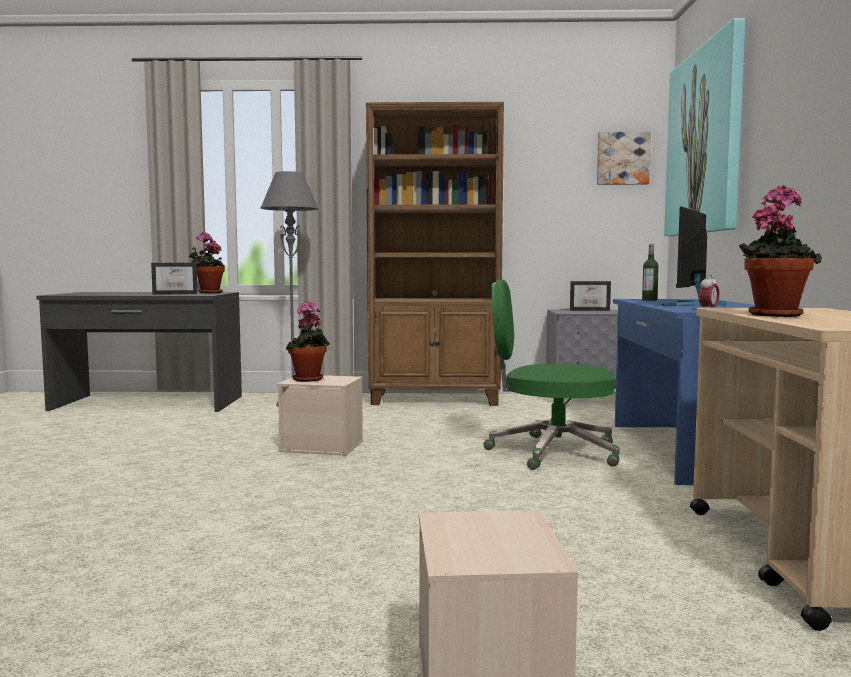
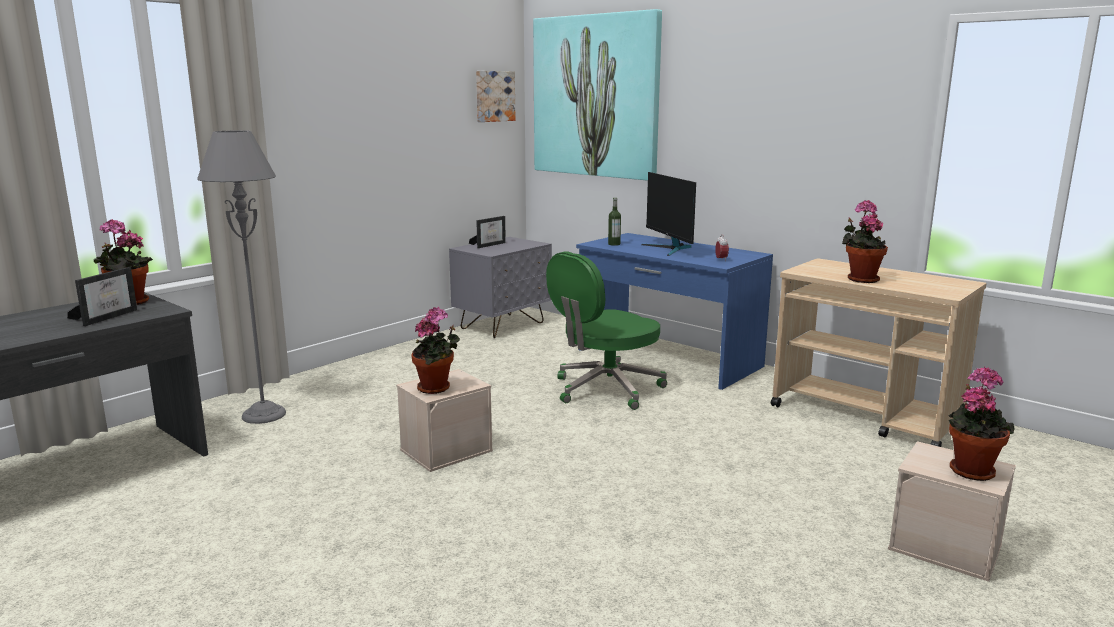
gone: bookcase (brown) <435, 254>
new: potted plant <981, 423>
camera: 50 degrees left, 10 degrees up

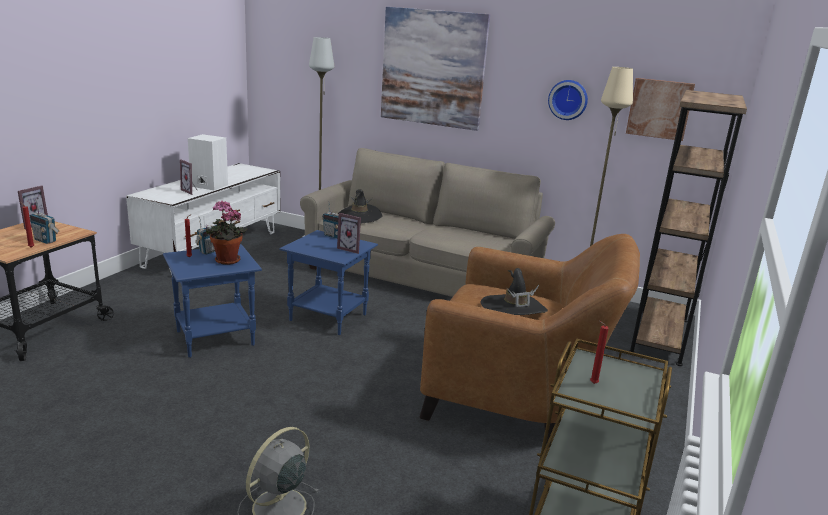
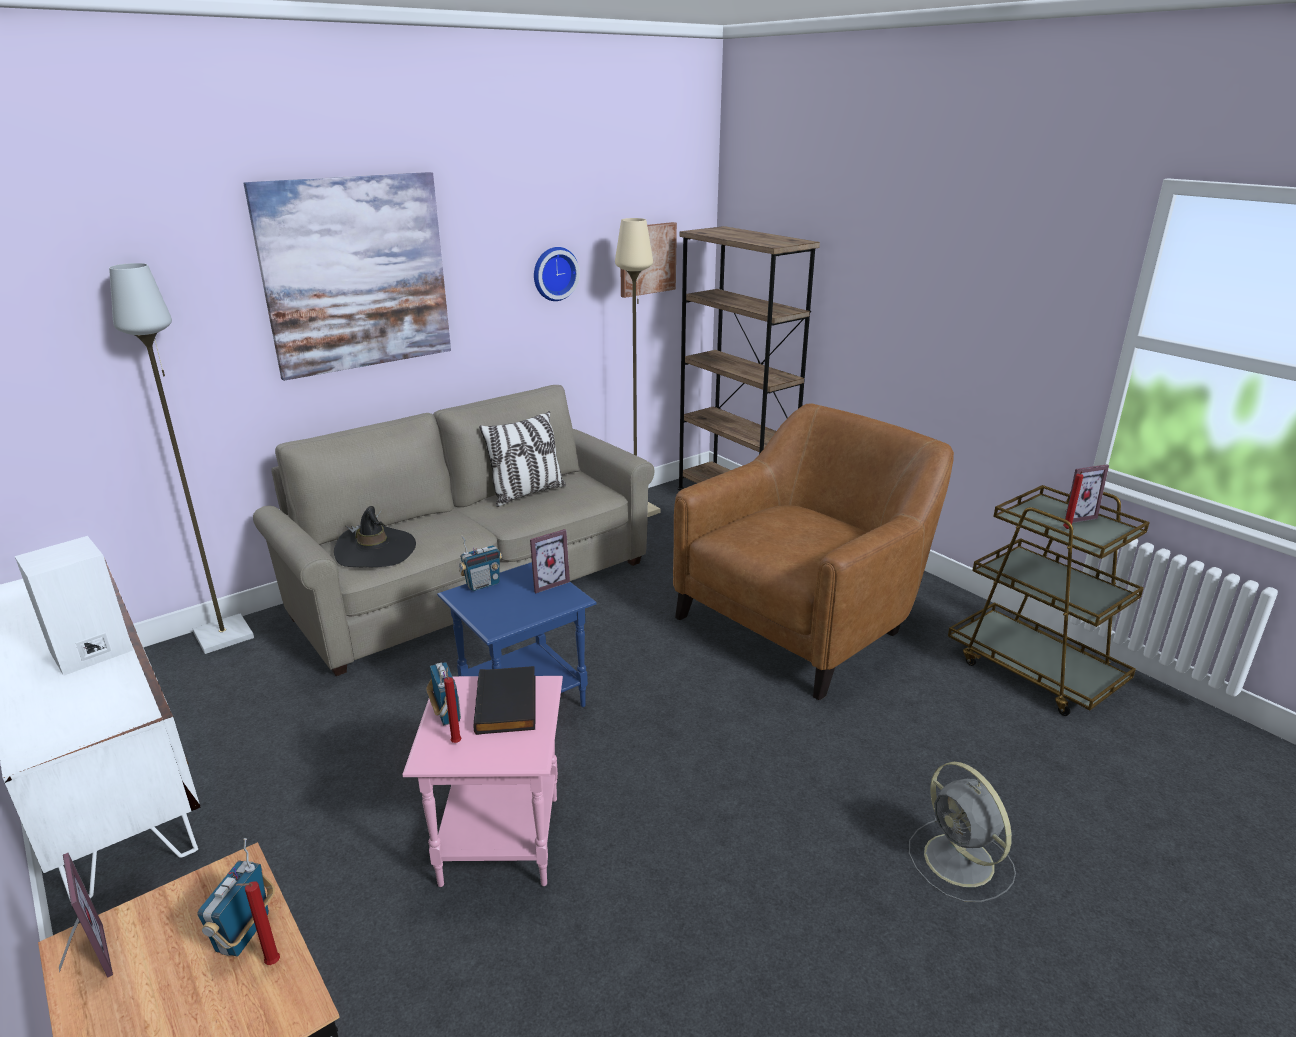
gone: hat (black) <514, 291>
new: pillow <522, 459>
shifted: picture frame <188, 177> to <1087, 494>
swapped: potted plant <226, 233> to book (black) <504, 700>
repainted: side table (blue) <212, 301> to side table (pink) <482, 781>
rotated: radio <44, 221> = <236, 897> 135 degrees clockwise
camera: 60 degrees left, 5 degrees up

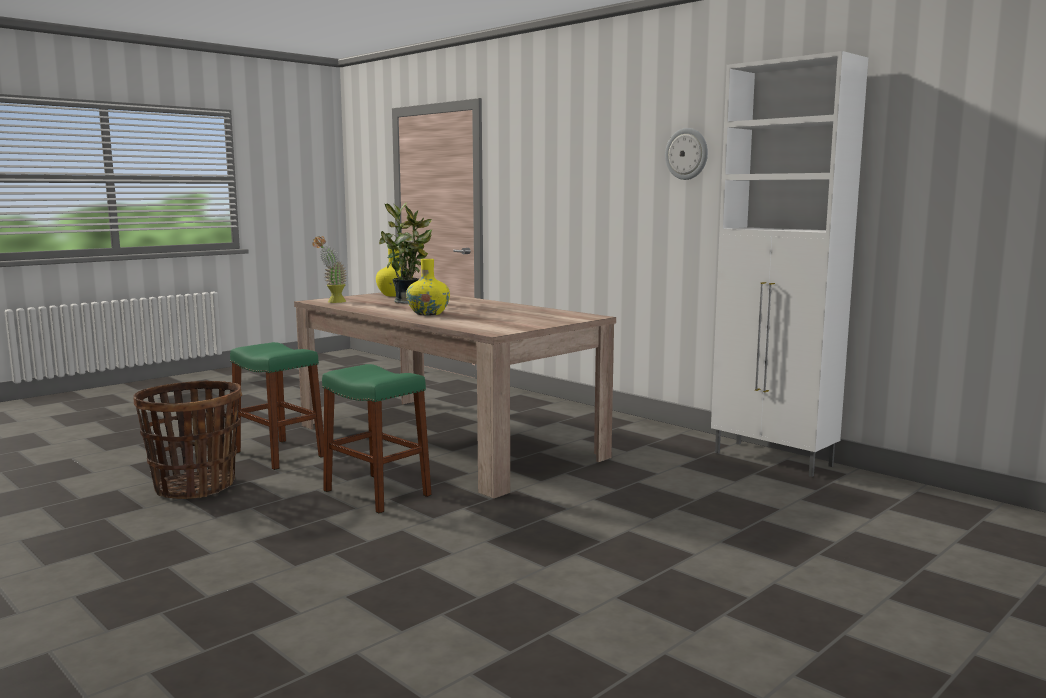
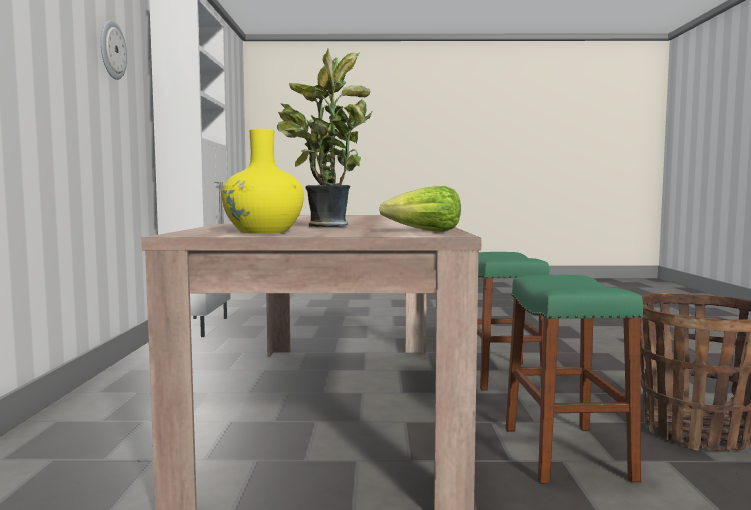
gone: vase (yellow) <428, 287>
swapped: potted plant <329, 269> to lettuce <420, 209>
camera: 135 degrees left, 5 degrees down

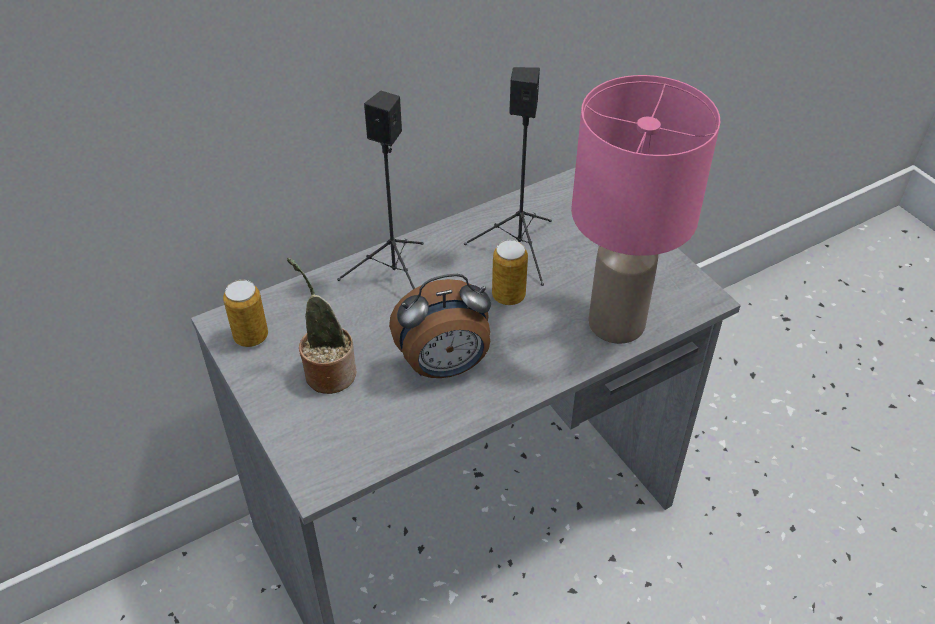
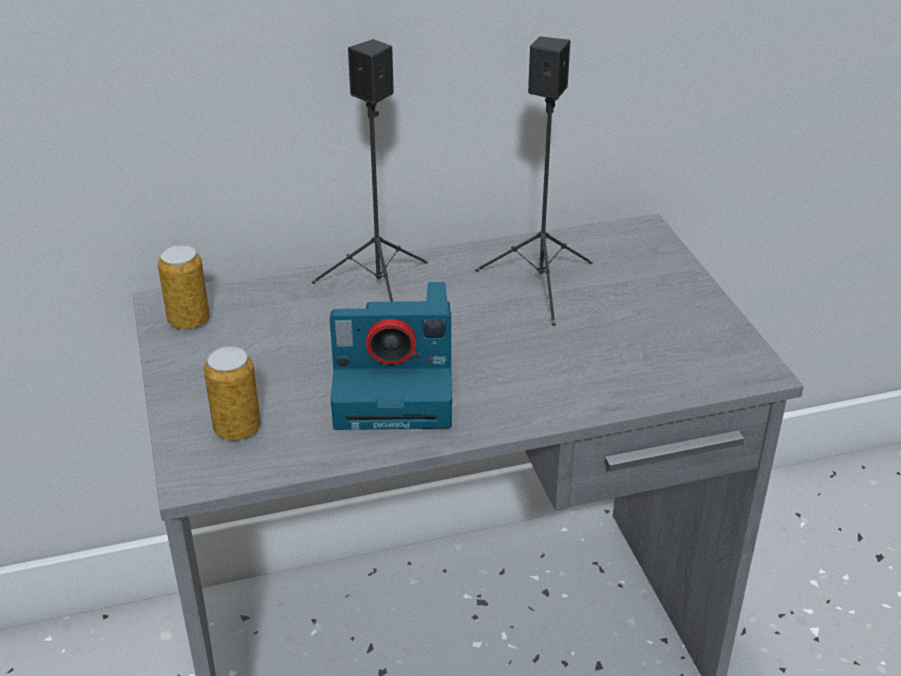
gone: table lamp (pink) <645, 209>; potted plant <322, 326>
shifted: can <510, 272> to <232, 393>
swapped: alarm clock <440, 326> to photo camera <391, 356>
camera: 15 degrees right, 10 degrees down

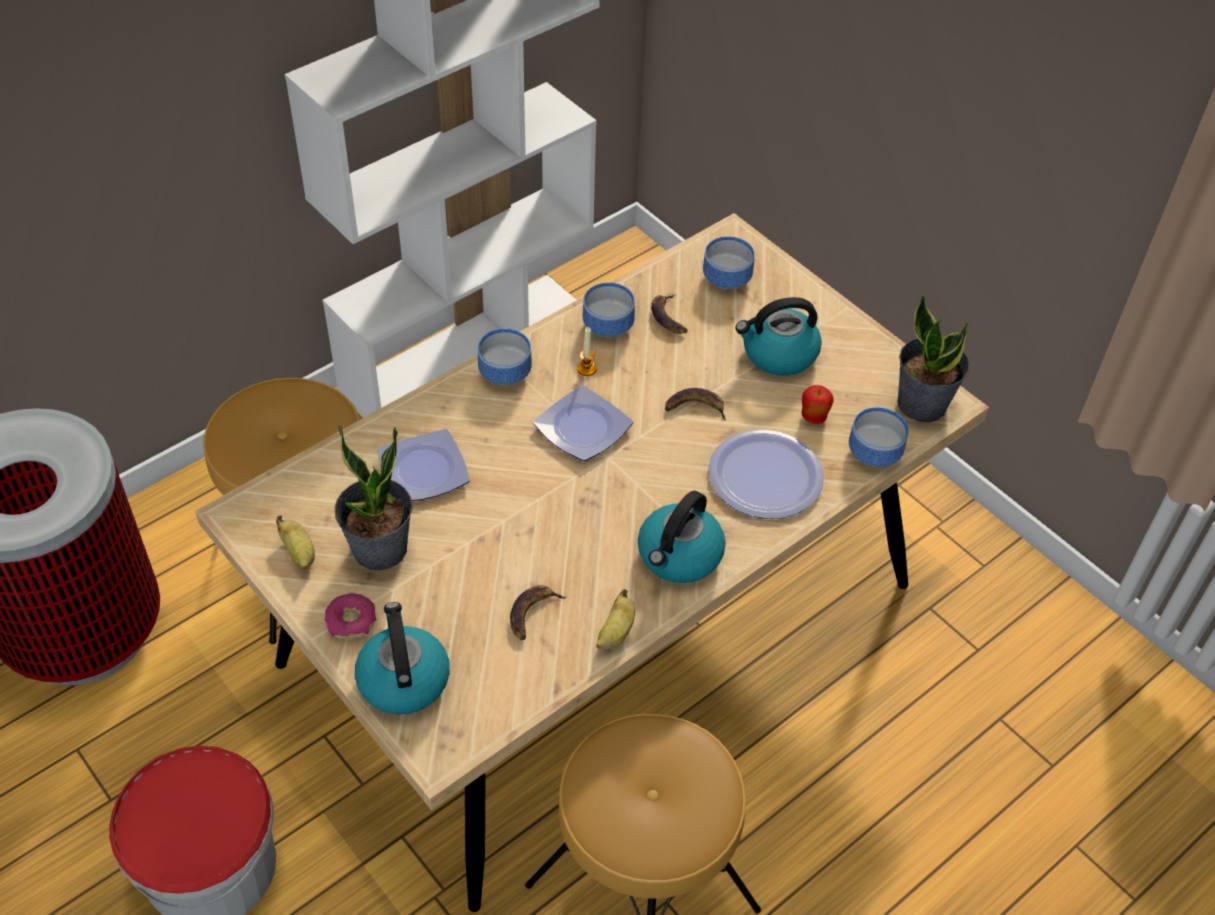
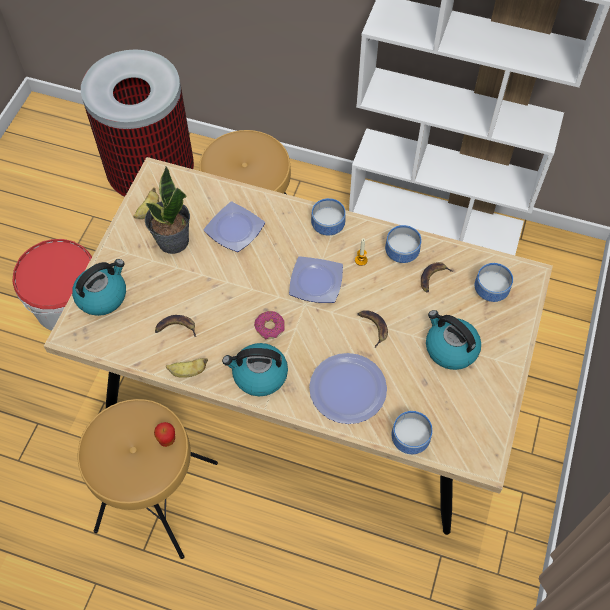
gone: potted plant <933, 358>
shifted: apple <818, 404> to <164, 434>; donut <351, 616> to <269, 325>
camera: 60 degrees right, 10 degrees up

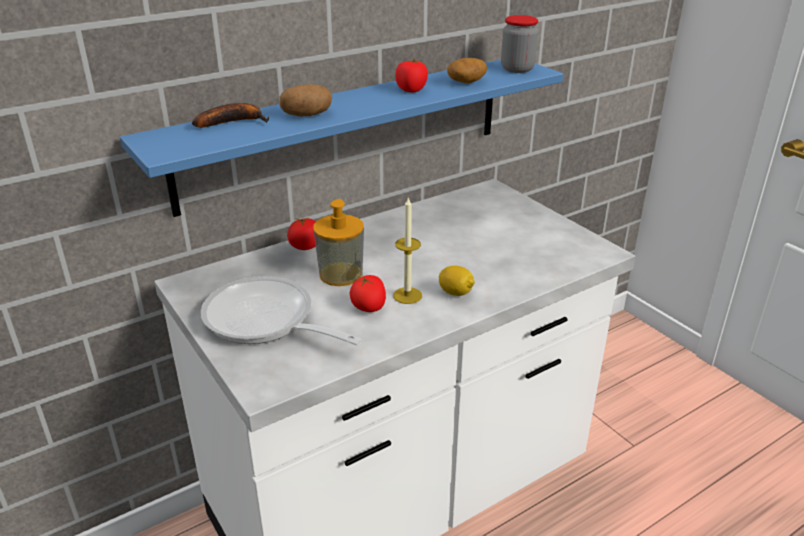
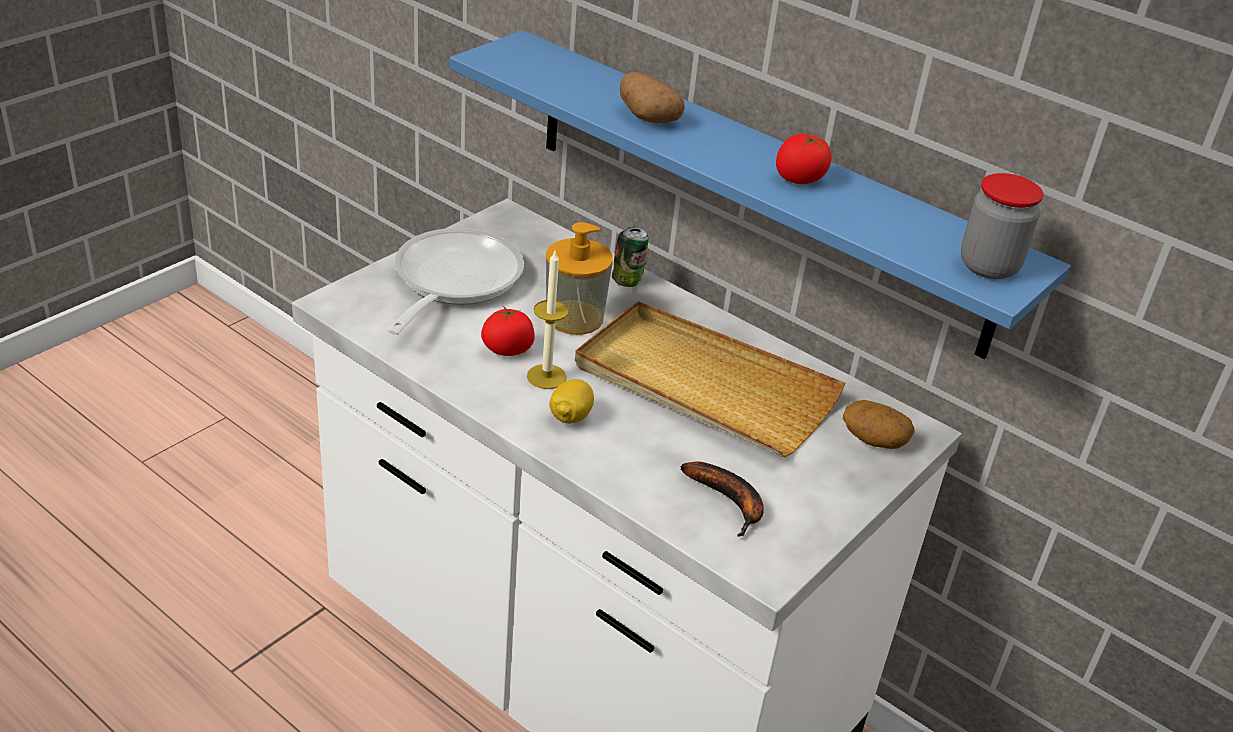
new: tray (beige) <710, 379>
shifted: potato <467, 70> to <878, 424>; banana <230, 115> to <722, 499>
swapped: tomato <301, 234> to can <630, 257>
camera: 70 degrees right, 5 degrees up

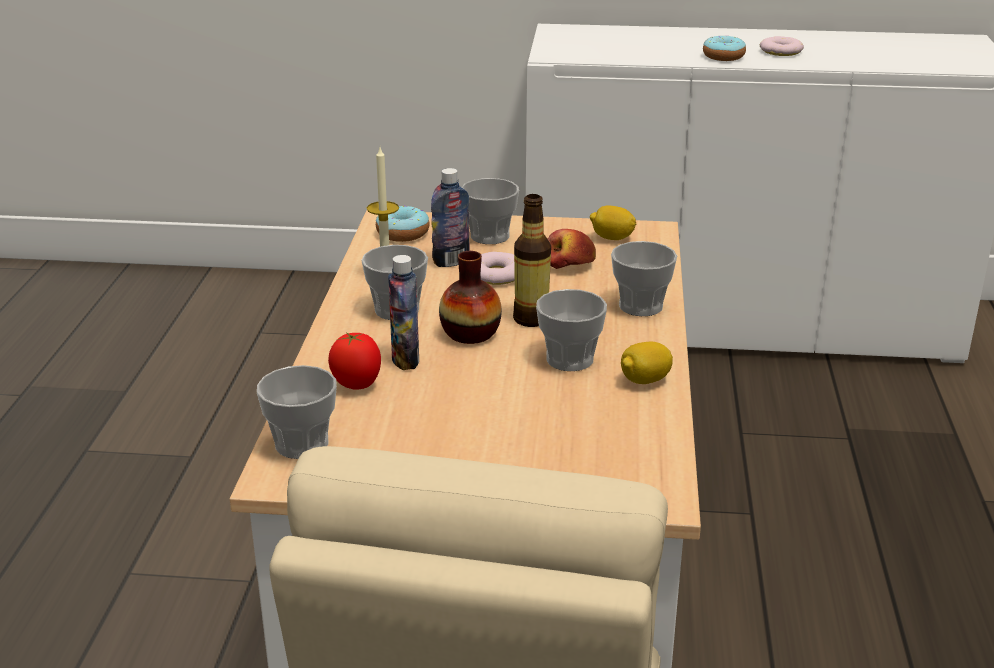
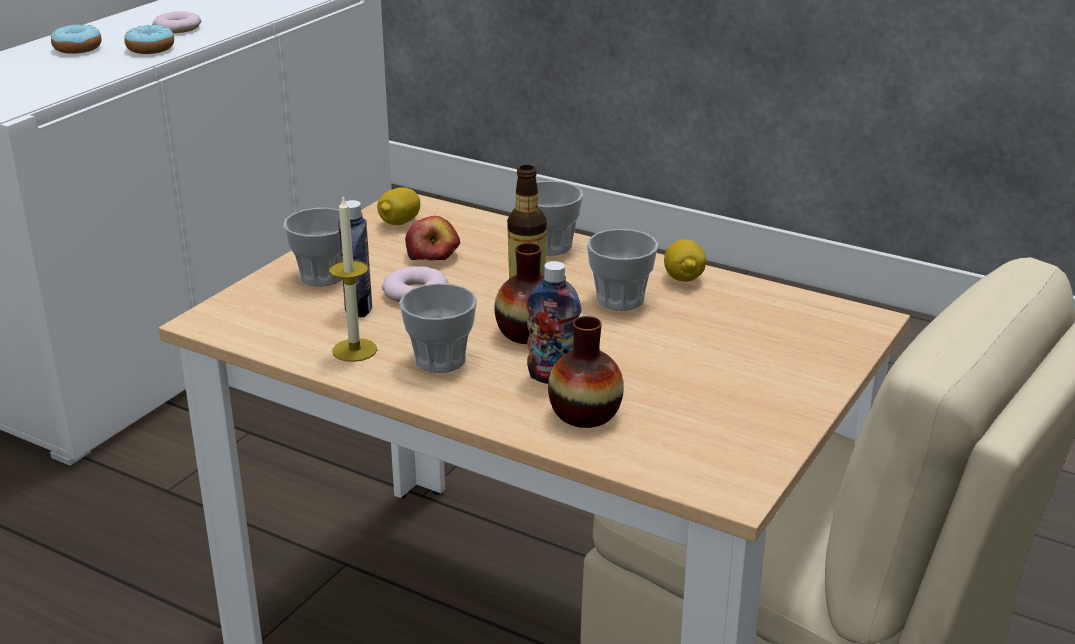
gone: cup <297, 412>
shifted: donut <402, 224> to <76, 39>
swapped: tomato <354, 361> to vase <586, 372>
camera: 65 degrees left, 0 degrees up

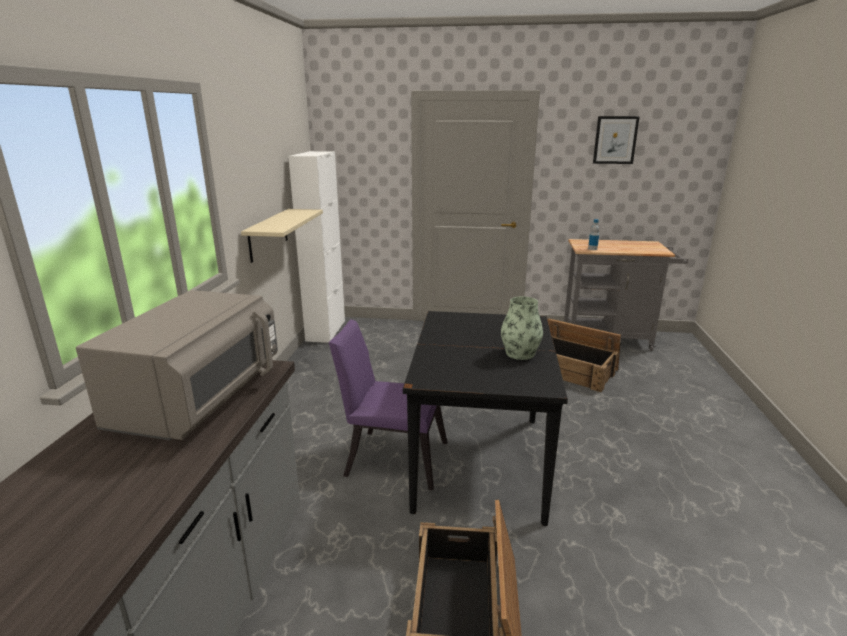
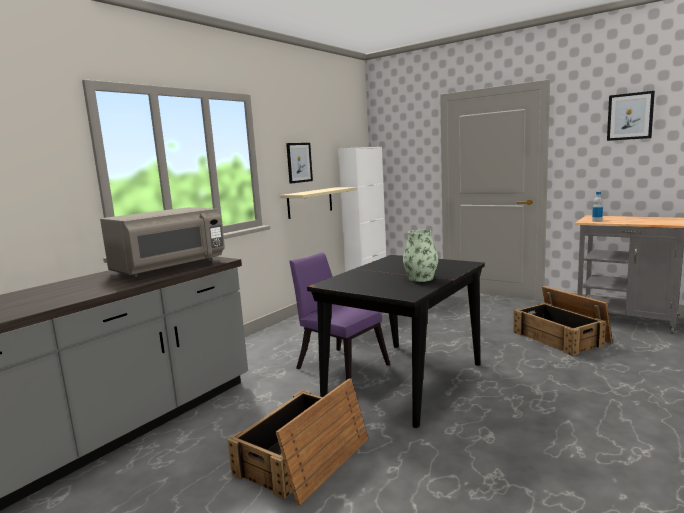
new: picture <299, 163>
camera: 30 degrees right, 10 degrees down

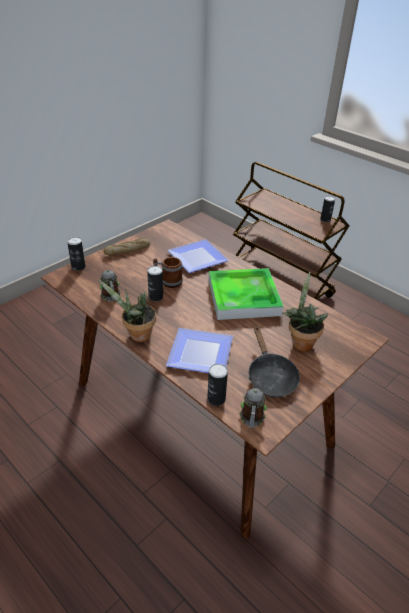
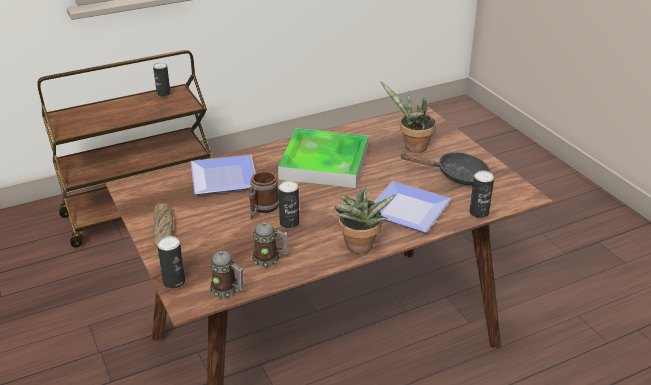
shifted: mug <253, 408> to <226, 274>
camera: 70 degrees left, 5 degrees down

